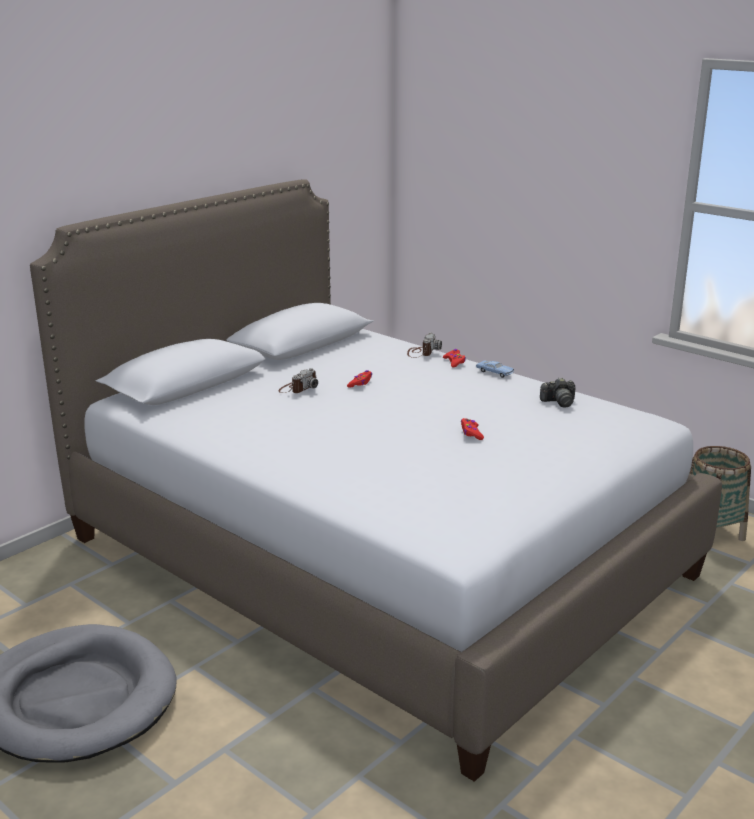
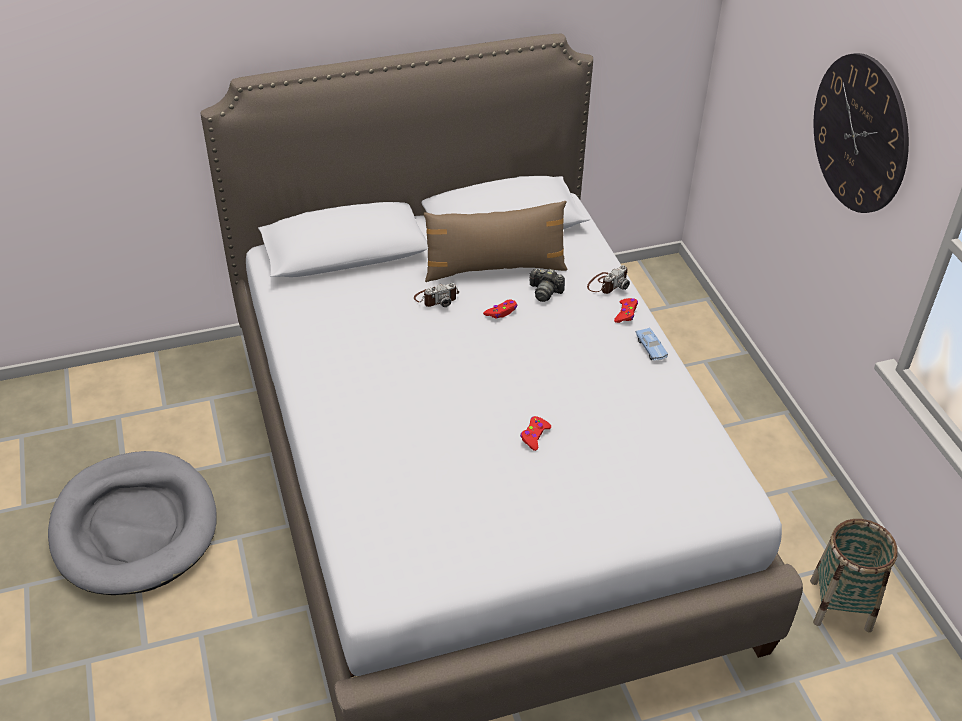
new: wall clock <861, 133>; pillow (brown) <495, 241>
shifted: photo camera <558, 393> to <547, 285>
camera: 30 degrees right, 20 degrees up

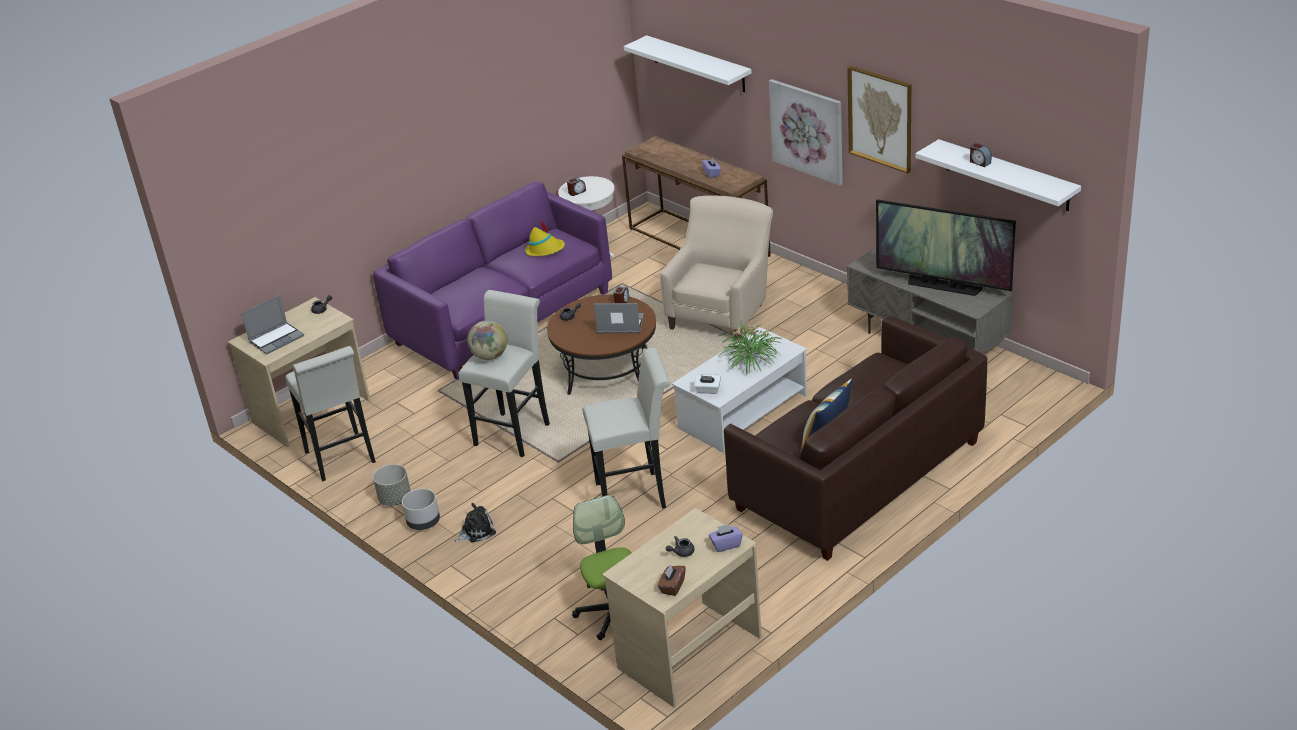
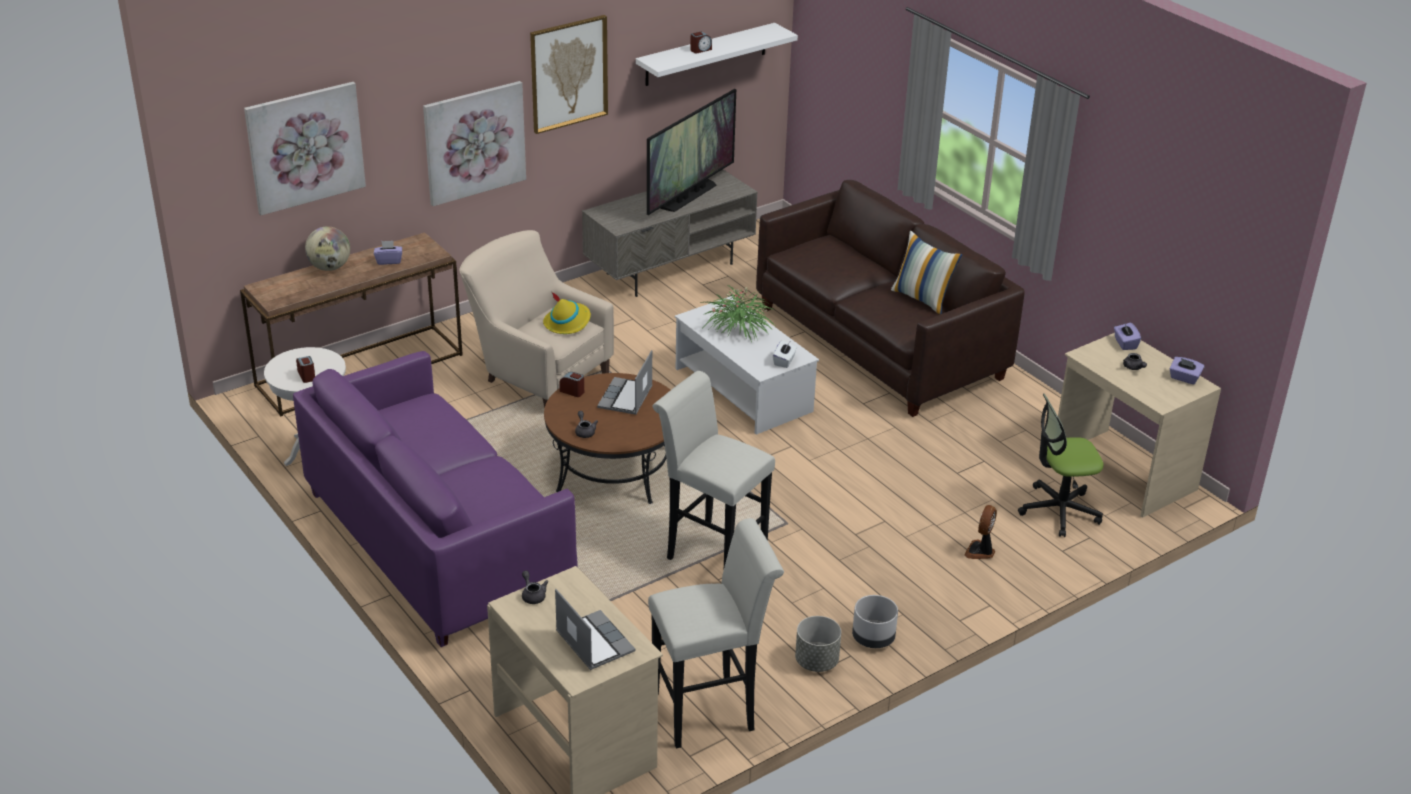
gone: stool (white) <626, 428>; plush toy <475, 523>
new: fan <980, 532>
shifted: hat (yellow) <545, 238> to <567, 313>; globe <487, 340> to <327, 248>
swapped: shelf (white) <688, 63> to picture <305, 148>
repainted: tissue box (brown) <672, 580> to tissue box (purple) <1186, 370>
camera: 85 degrees left, 0 degrees up

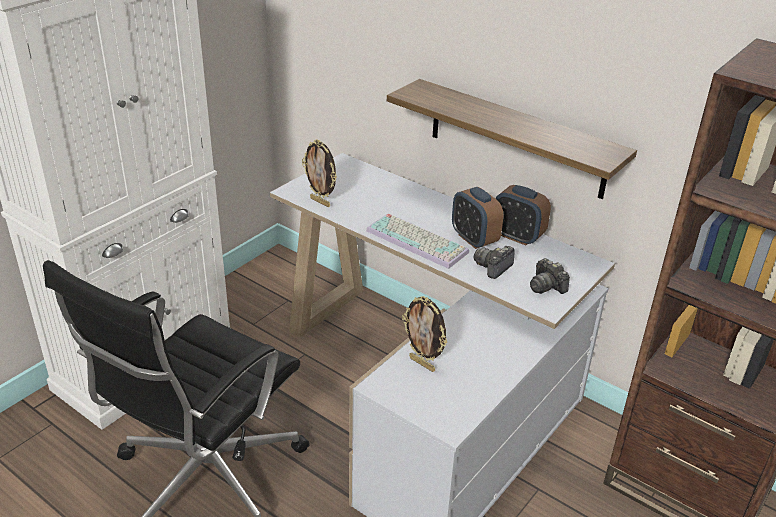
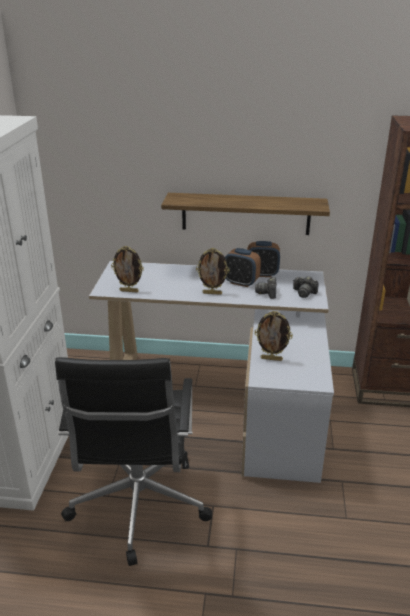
swapped: keyboard <417, 241> to picture frame <213, 271>
camera: 30 degrees left, 5 degrees down

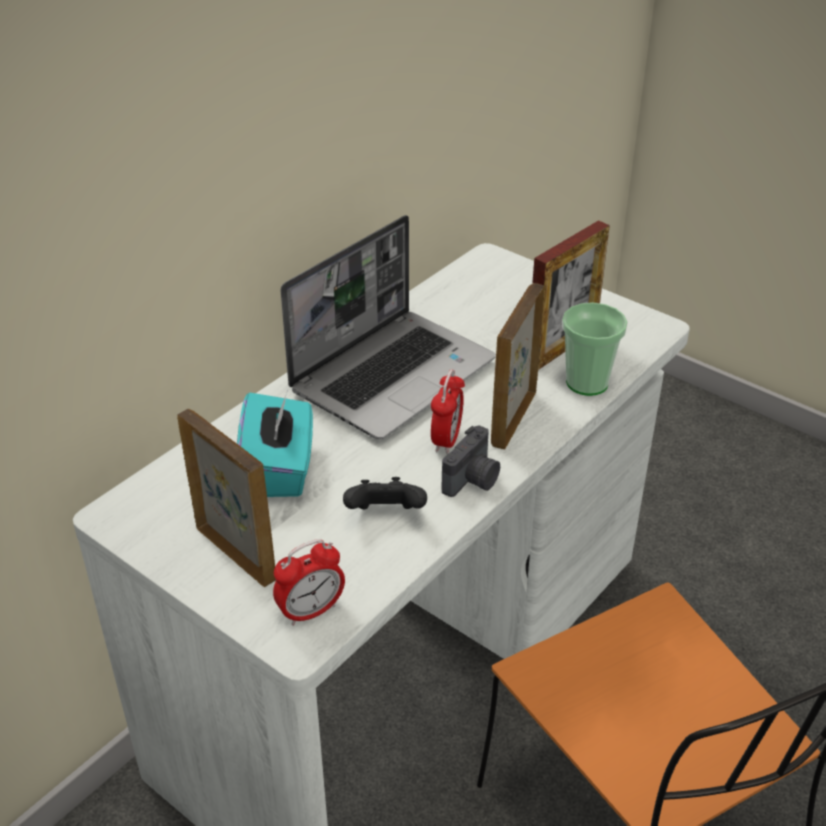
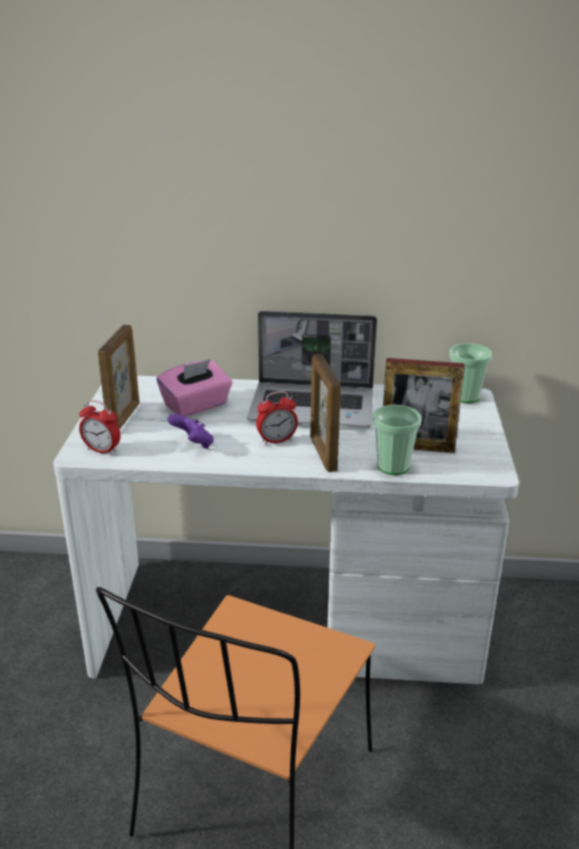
gone: photo camera <470, 461>
new: cup <471, 373>
repainted: tissue box (turquoise) <275, 445> to tissue box (pink) <194, 388>; game controller (black) <385, 493> to game controller (purple) <190, 431>
rotated: picture frame <518, 366> = <325, 413> 90 degrees counterclockwise
camera: 55 degrees right, 10 degrees down

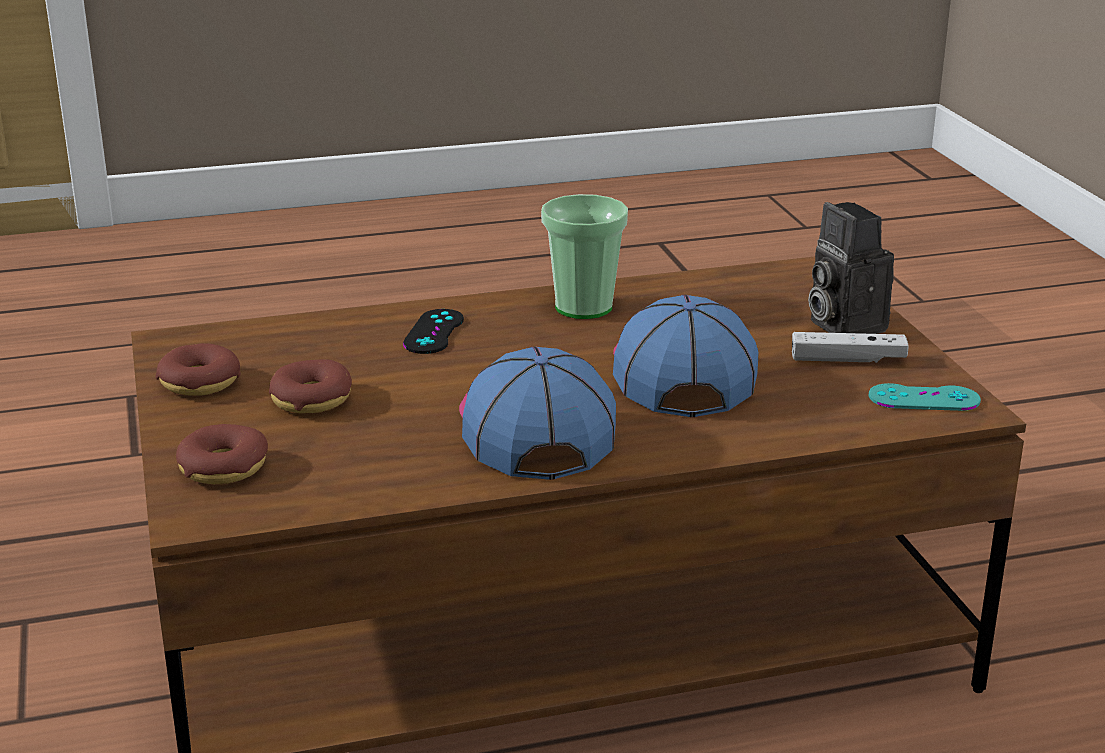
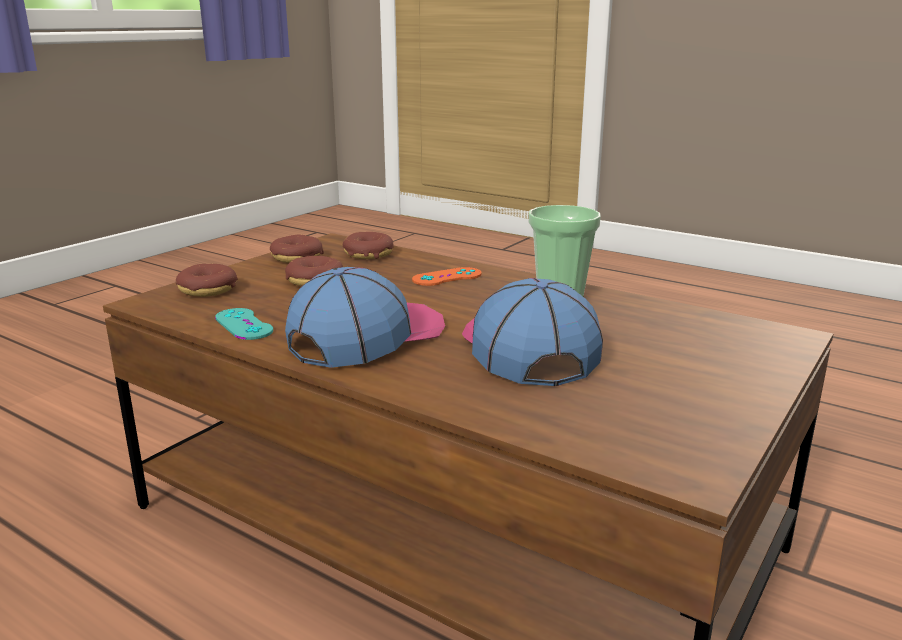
gone: photo camera <851, 268>; game controller (white) <850, 347>
new: donut <368, 245>
shifted: game controller (turquoise) <925, 397> to <244, 324>
repainted: game controller (black) <433, 331> to game controller (orange) <447, 276>
rotated: cap <686, 356> = <532, 332> 60 degrees counterclockwise
camera: 50 degrees right, 5 degrees down

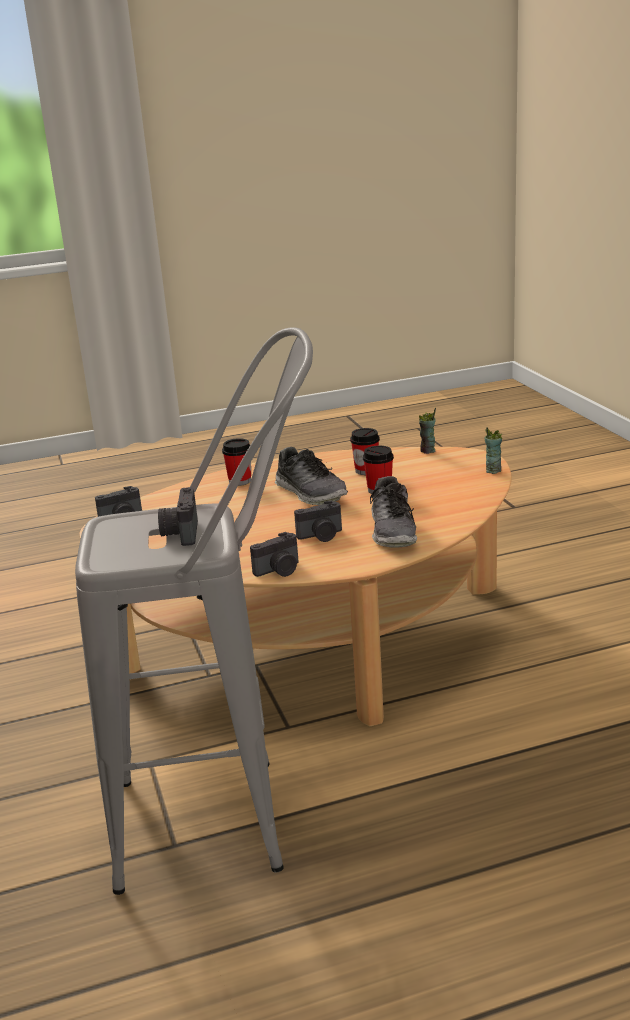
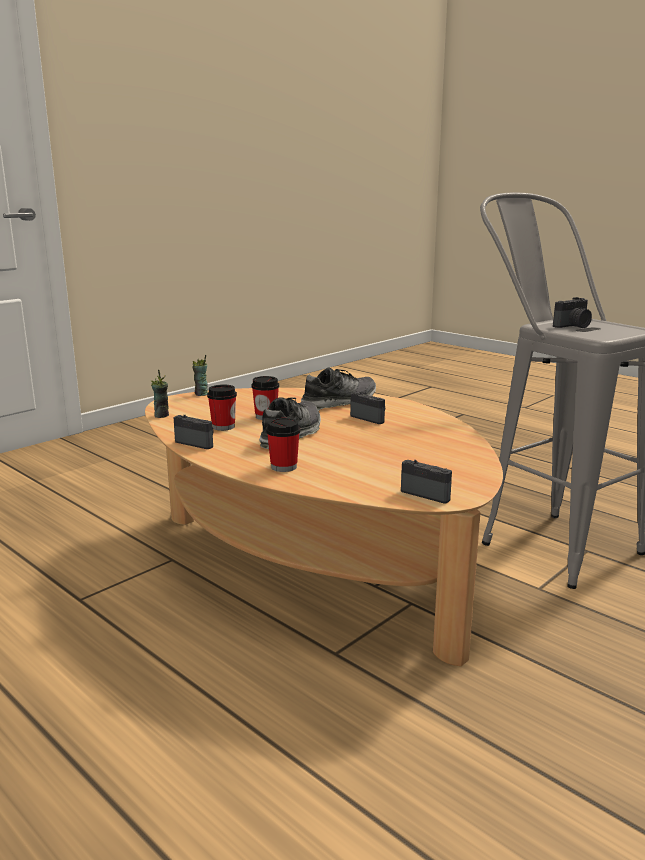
shifted: photo camera <274, 554> to <193, 432>
camera: 120 degrees left, 5 degrees down

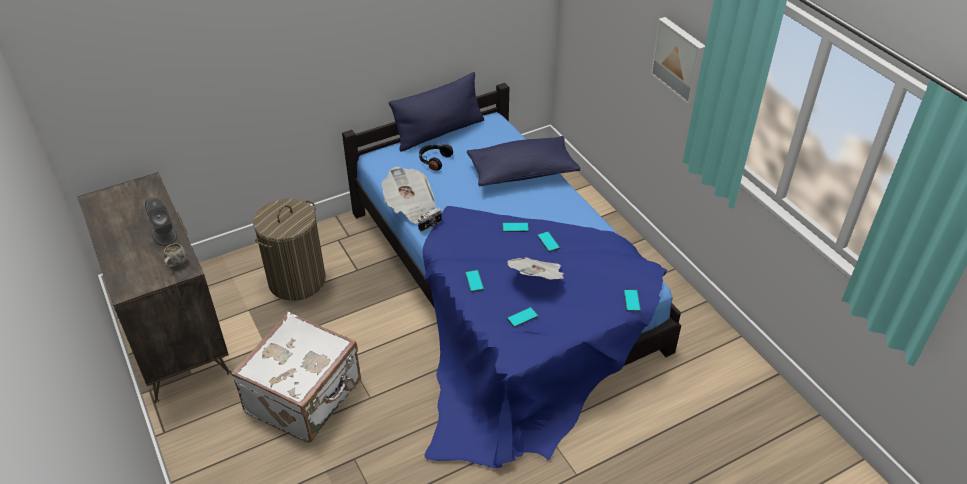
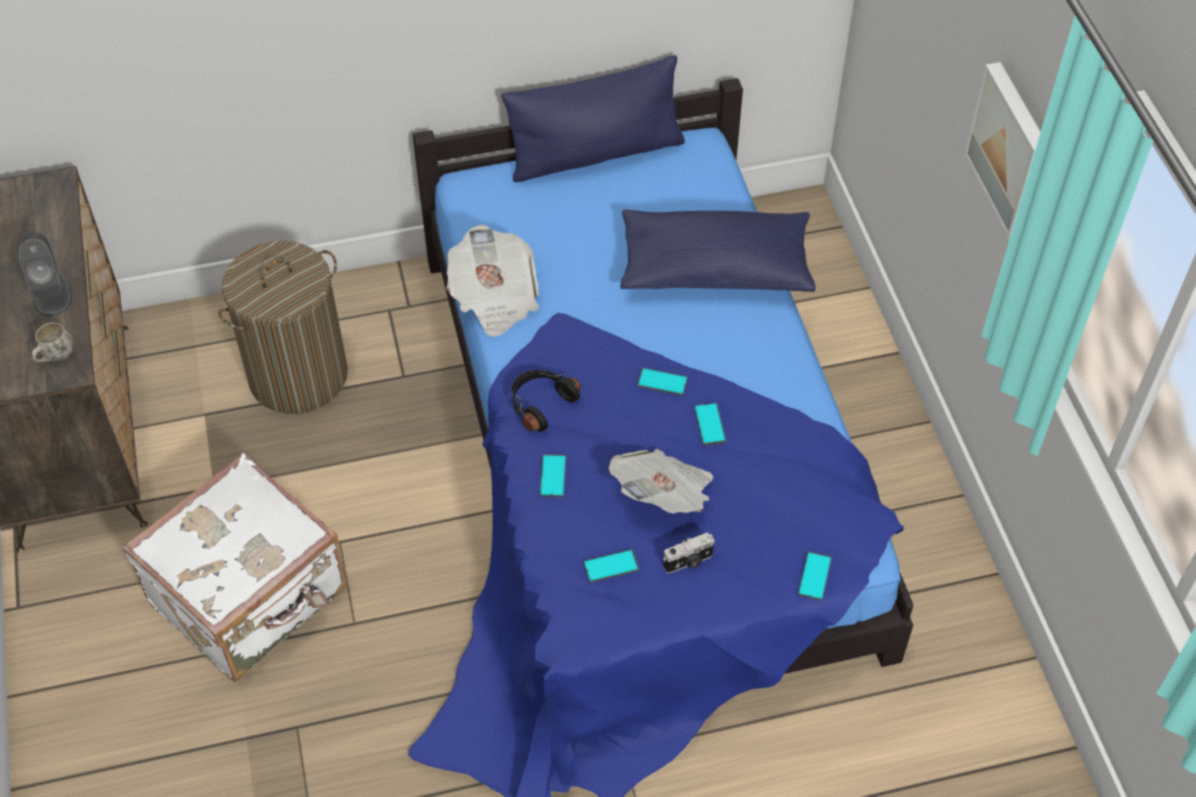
shifted: headphones (black) <436, 157> to <546, 401>; photo camera <430, 219> to <689, 553>
camera: 15 degrees right, 10 degrees up

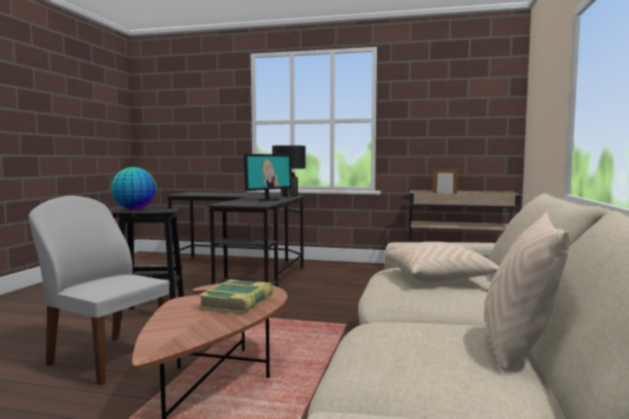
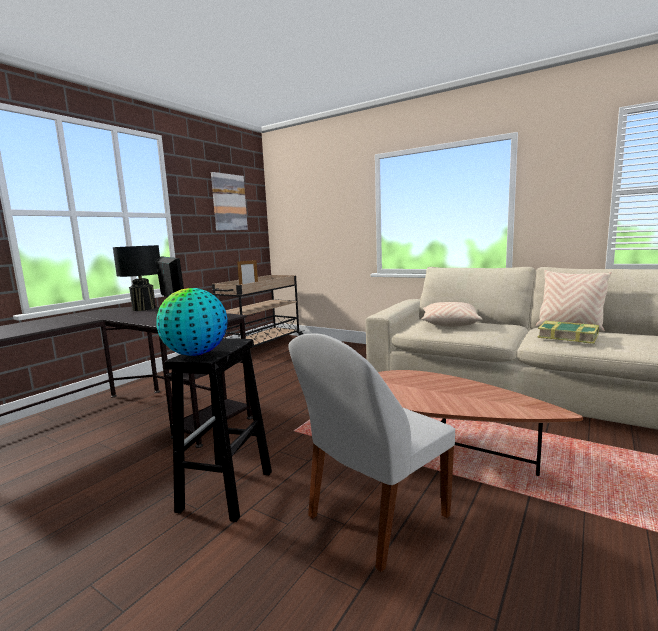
new: picture <229, 201>
shifted: book <235, 297> to <568, 332>
camera: 70 degrees left, 5 degrees up

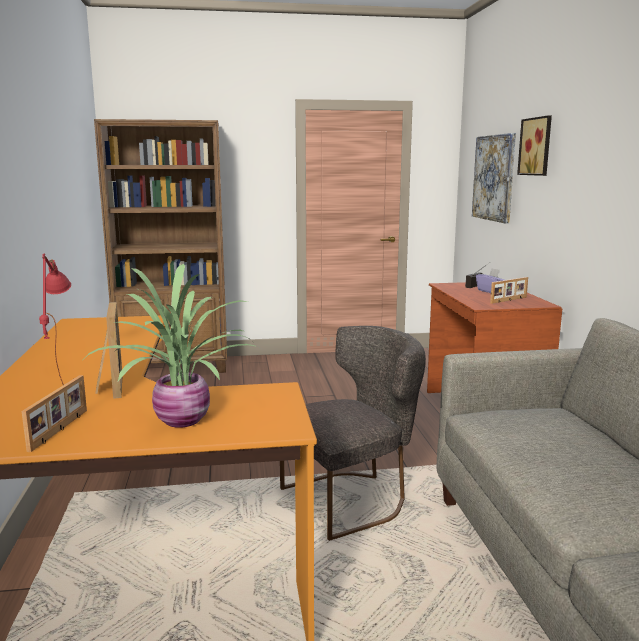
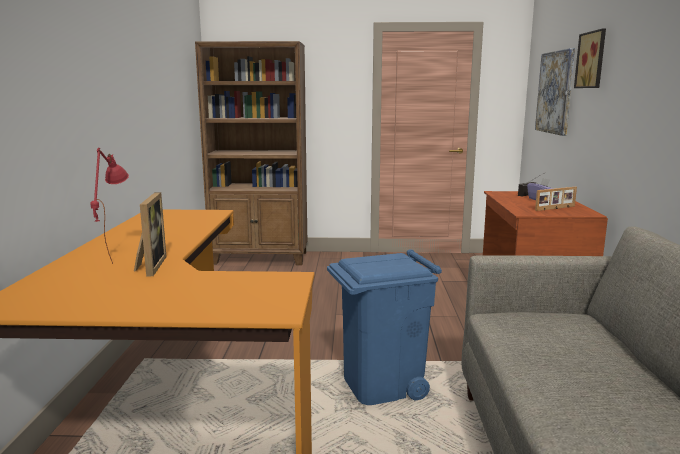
gone: potted plant <171, 346>; picture frame <54, 413>
swapped: chair (grey) <353, 433> to trash can (blue) <384, 327>
camera: 10 degrees right, 0 degrees up

